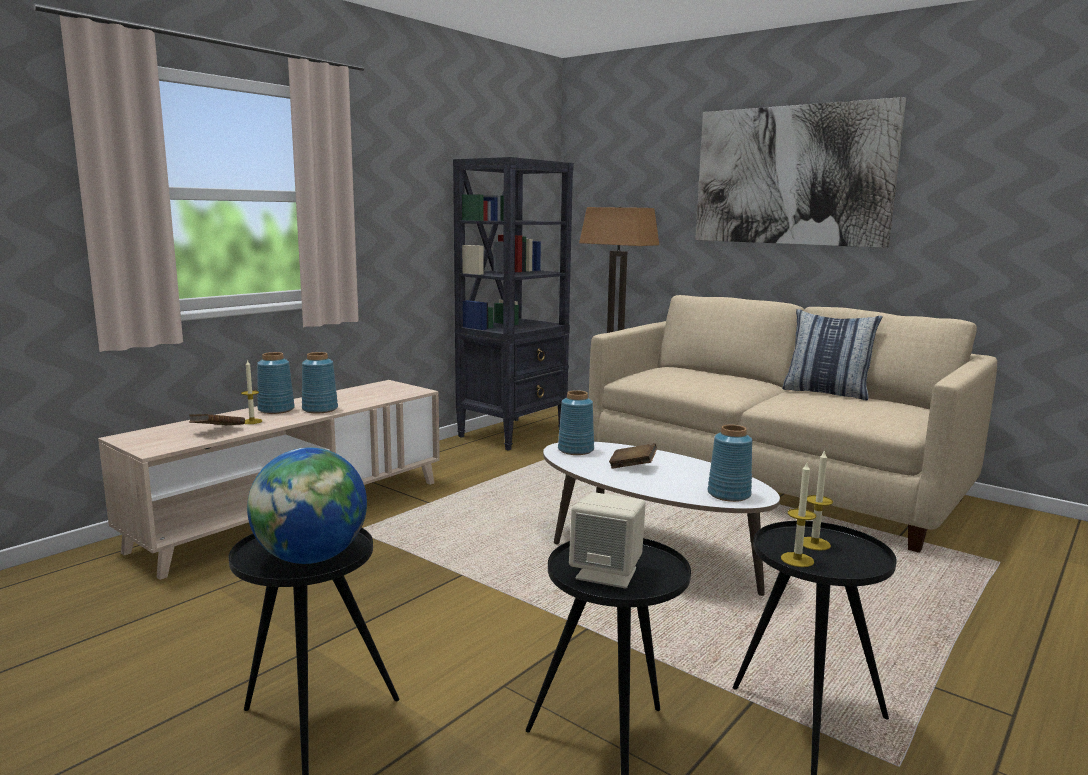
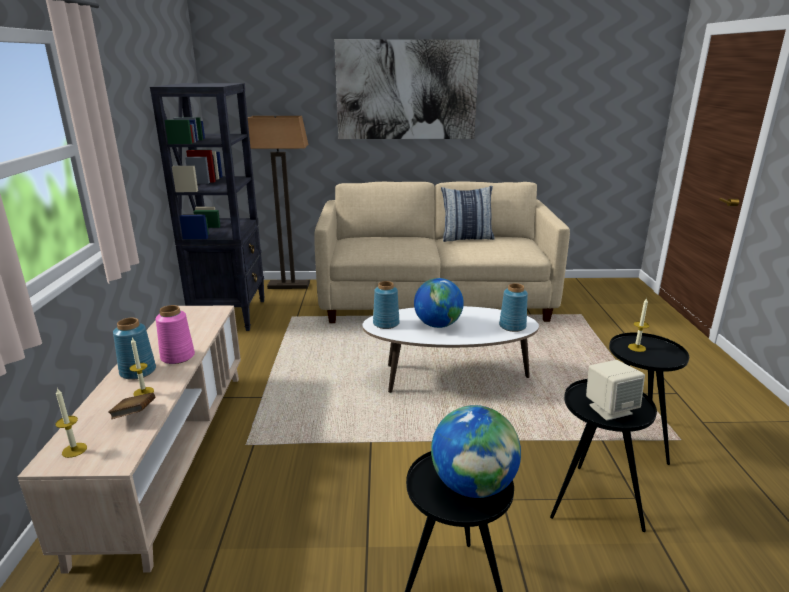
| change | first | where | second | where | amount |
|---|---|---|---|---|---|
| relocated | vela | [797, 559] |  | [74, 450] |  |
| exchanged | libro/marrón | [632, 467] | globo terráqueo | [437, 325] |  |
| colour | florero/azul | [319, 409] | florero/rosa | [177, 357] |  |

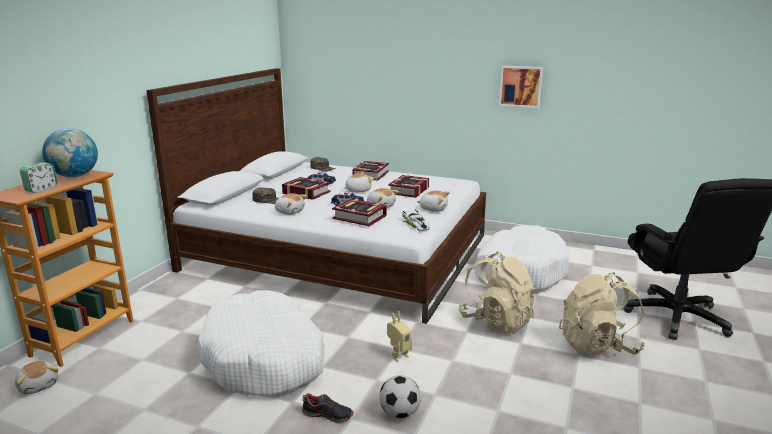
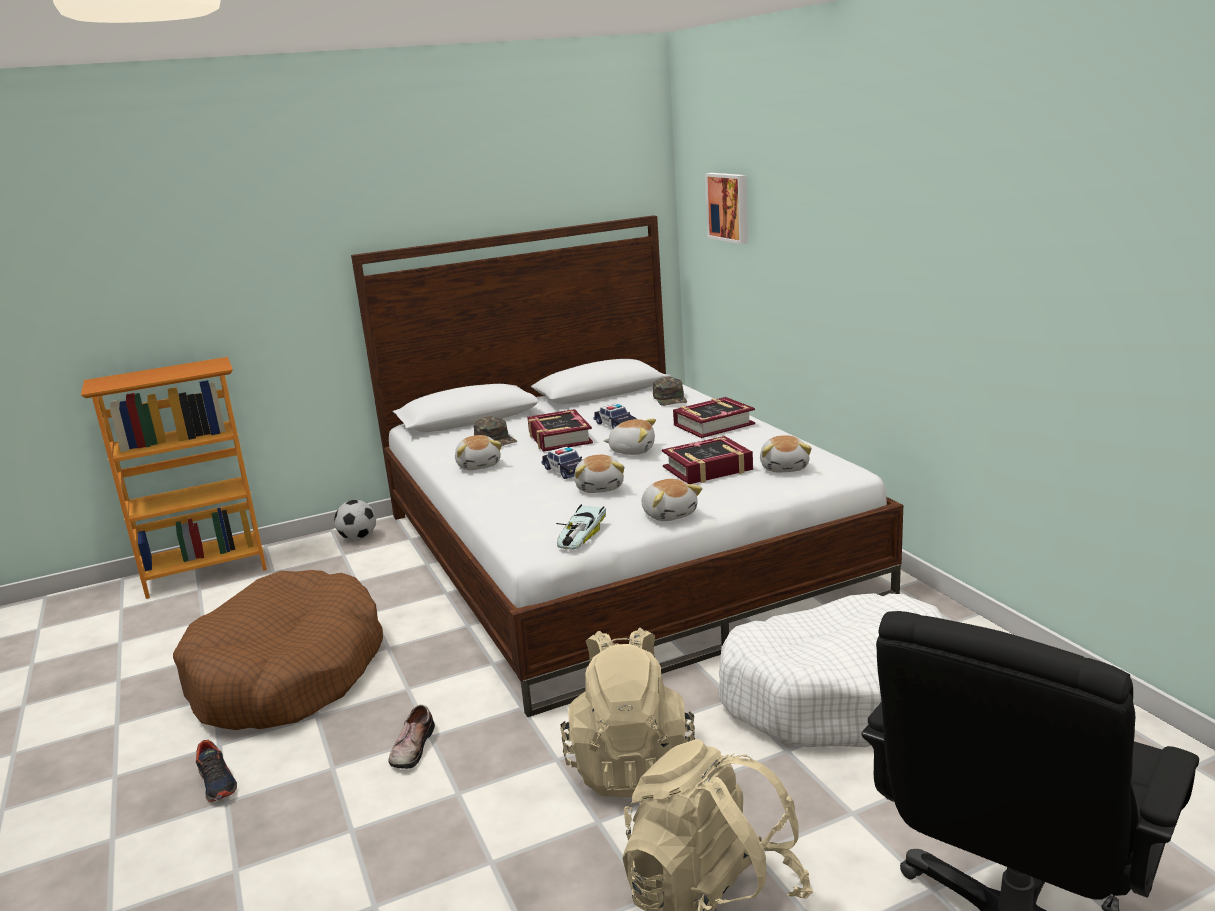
| change | first | where | second | where | amount |
|---|---|---|---|---|---|
| missing | despertador | [41, 189] |  |  |  |
| missing | globo terráqueo | [75, 176] |  |  |  |
| missing | libro | [360, 217] |  |  |  |
| relocated | peluche | [39, 385] |  | [785, 467] |  |
| relocated | balón de fútbol | [399, 413] |  | [358, 538] |  |
| relocated | cuadro | [521, 86] |  | [729, 207] |  |
| exchanged | robot de juguete | [398, 356] | zapato | [411, 748] |  |
| colour | cama para perro/blanco | [265, 358] | cama para perro/marrón | [287, 674] |  |

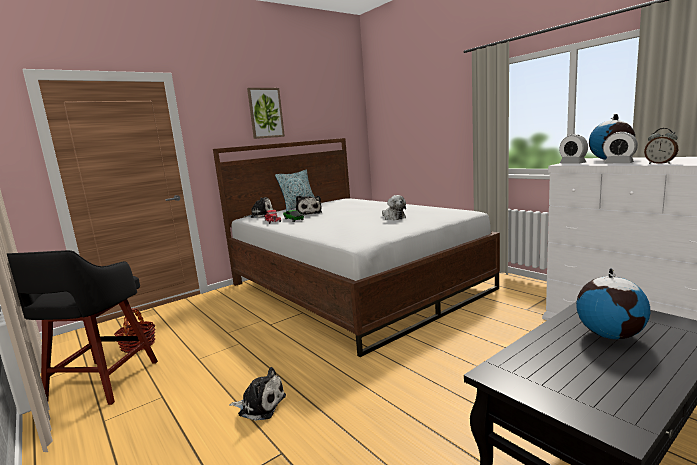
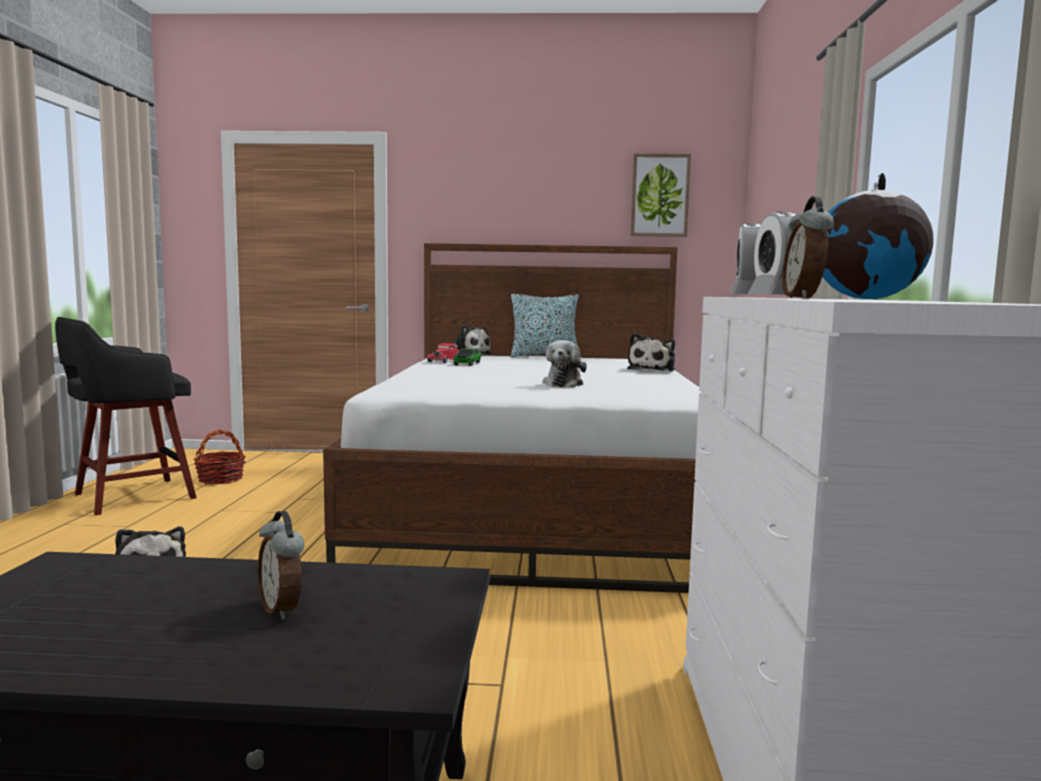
| change | first | where | second | where | amount |
|---|---|---|---|---|---|
| relocated | cuadro | [265, 113] |  | [660, 195] |  |
| relocated | peluche | [308, 213] |  | [653, 370] |  |
| exchanged | globo terráqueo | [610, 335] | despertador | [282, 609] |  |

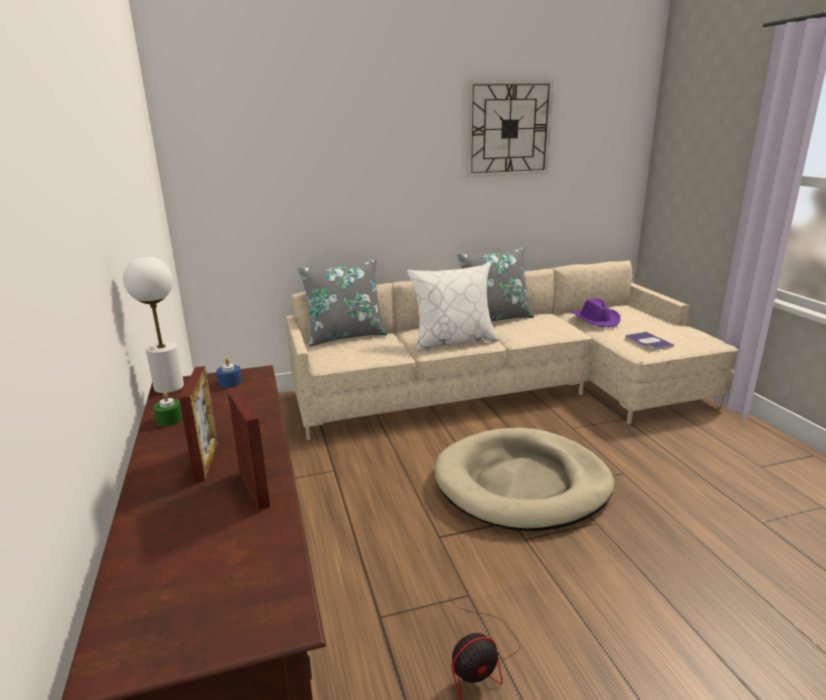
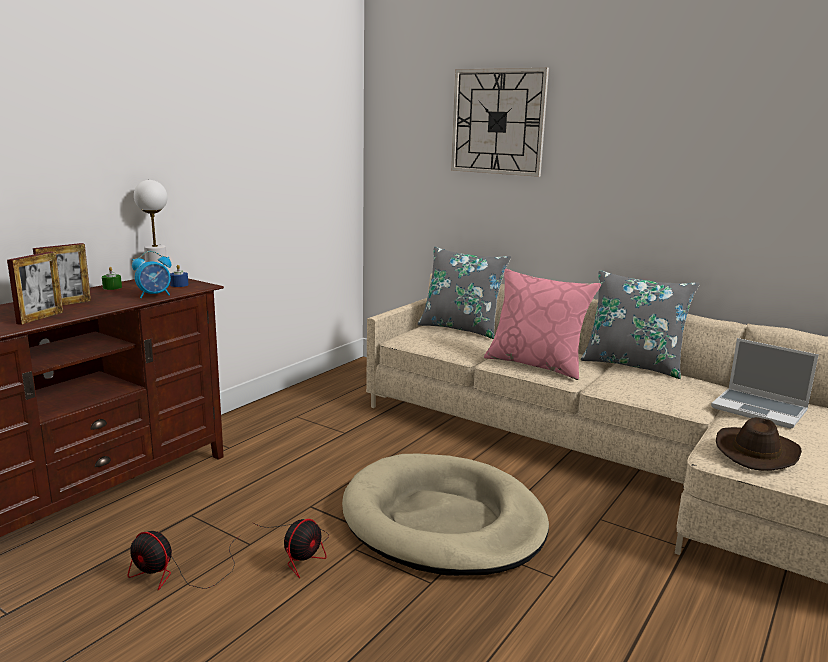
| change | first | where | second | where | amount |
|---|---|---|---|---|---|
| appeared |  |  | despertador | [155, 295] |  |
| appeared |  |  | ventilador | [301, 552] |  |
| relocated | reloj de pared | [509, 129] |  | [498, 122] |  |
| exchanged | sombrero/morado | [596, 319] | portátil | [760, 410] |  |
| exchanged | libro | [647, 342] | sombrero/marrón | [756, 451] |  |
| colour | cojín/blanco | [453, 341] | cojín/rosa | [536, 364] |  |

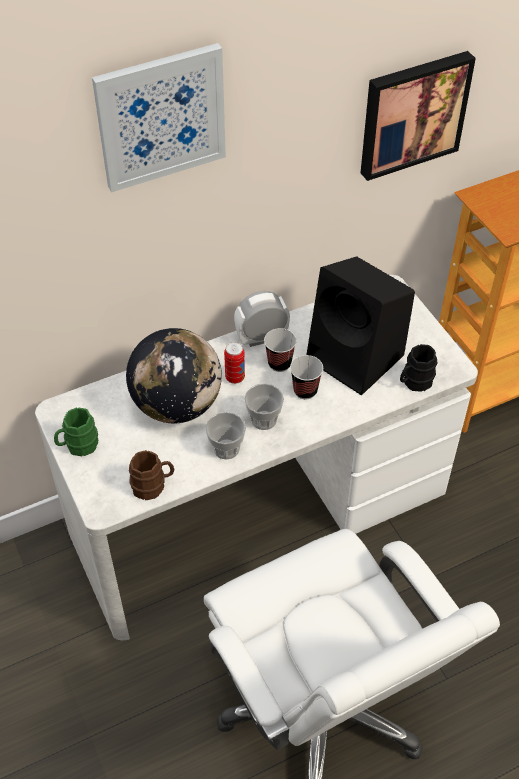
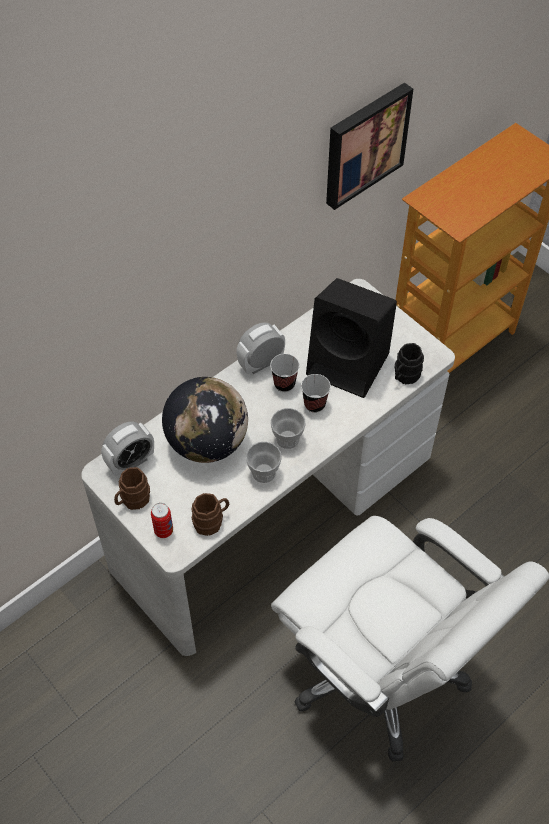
| change | first | where | second | where | amount |
|---|---|---|---|---|---|
| missing | cuadro | [161, 117] |  |  |  |
| appeared |  |  | despertador | [131, 462] |  |
| relocated | lata | [235, 377] |  | [163, 531] |  |
| colour | taza grande/verde | [78, 445] | taza grande/marrón | [132, 500] |  |

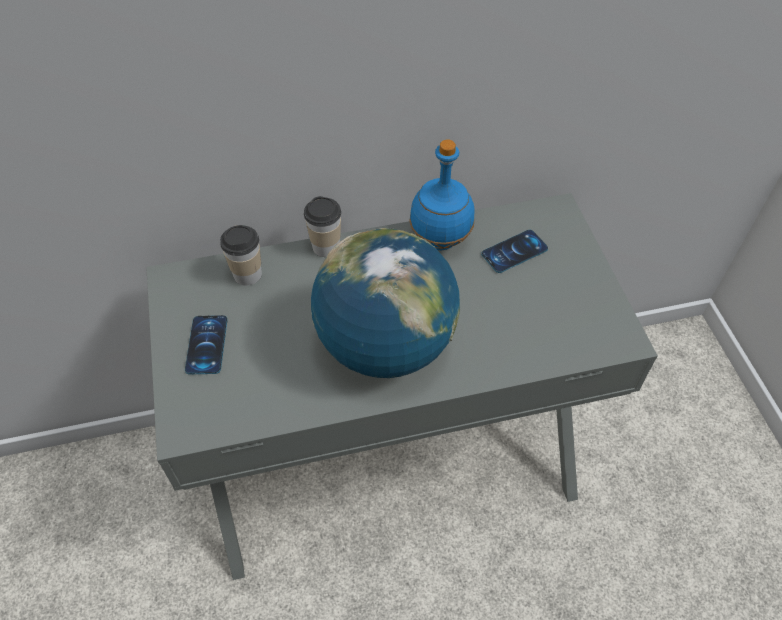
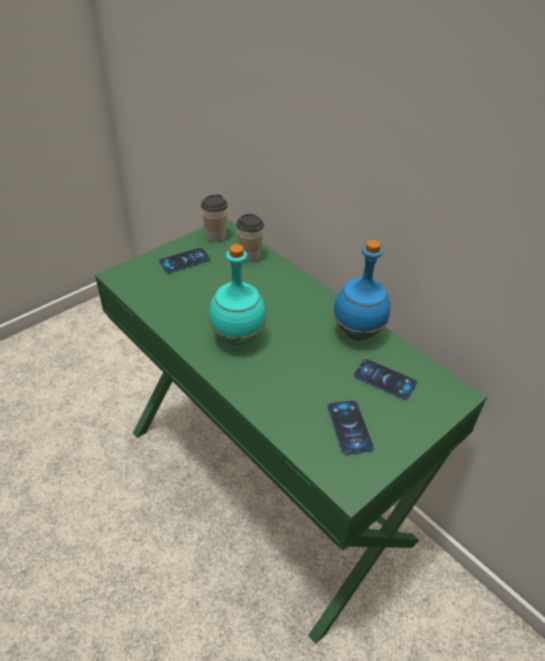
| change | first | where | second | where | amount |
|---|---|---|---|---|---|
| appeared |  |  | móvil | [349, 427] |  |
| relocated | taza | [326, 247] |  | [215, 236] |  |
| exchanged | globo terráqueo | [385, 345] | botella/turquesa | [238, 338] |  |
| colour | escritorio/gris | [390, 457] | escritorio/verde | [268, 482] |  |

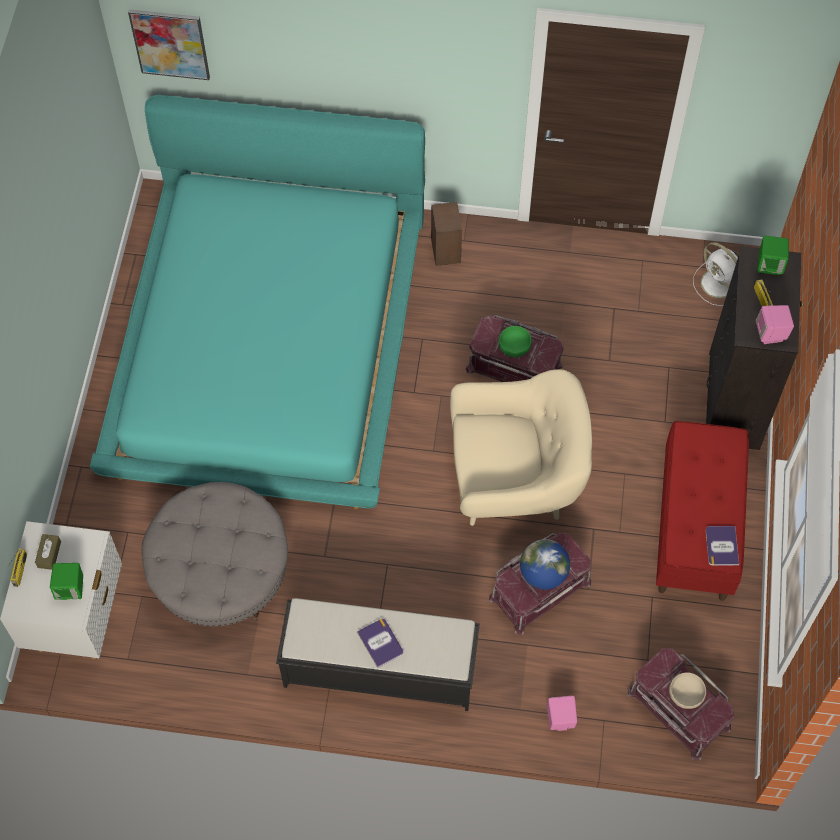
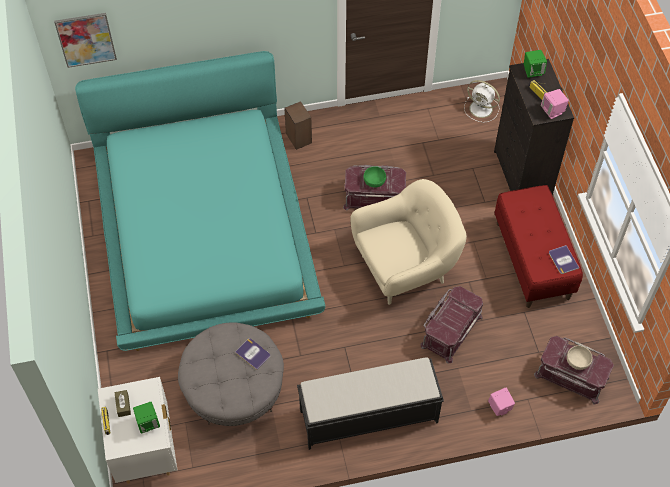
| change | first | where | second | where | amount |
|---|---|---|---|---|---|
| missing | globo terráqueo | [543, 574] |  |  |  |
| relocated | libro | [380, 643] |  | [253, 354] |  |

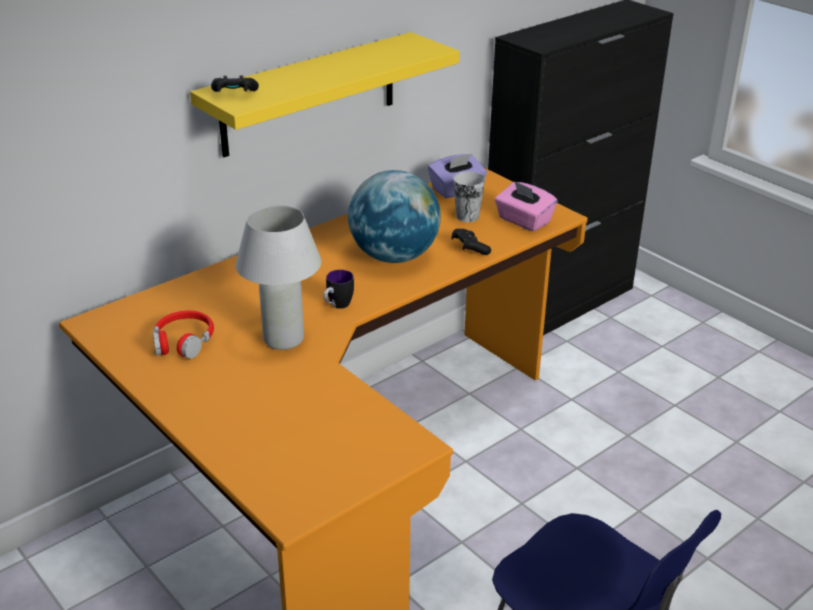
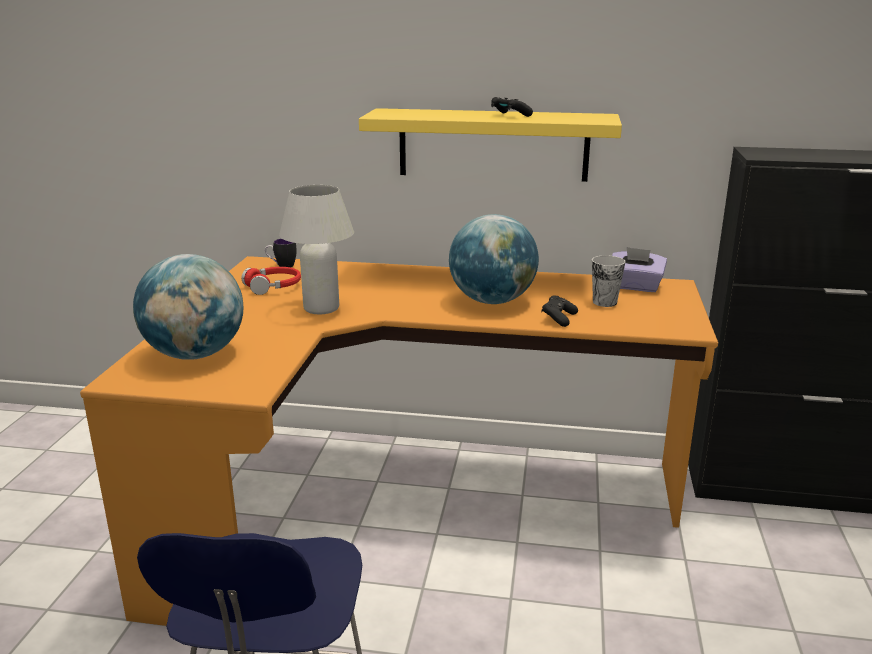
| change | first | where | second | where | amount |
|---|---|---|---|---|---|
| missing | caja de pañuelos/rosa | [523, 221] |  |  |  |
| appeared |  |  | globo terráqueo | [195, 354] |  |
| relocated | mando de consola/negro | [234, 95] |  | [509, 115] |  |
| relocated | taza grande | [337, 306] |  | [282, 266] |  |

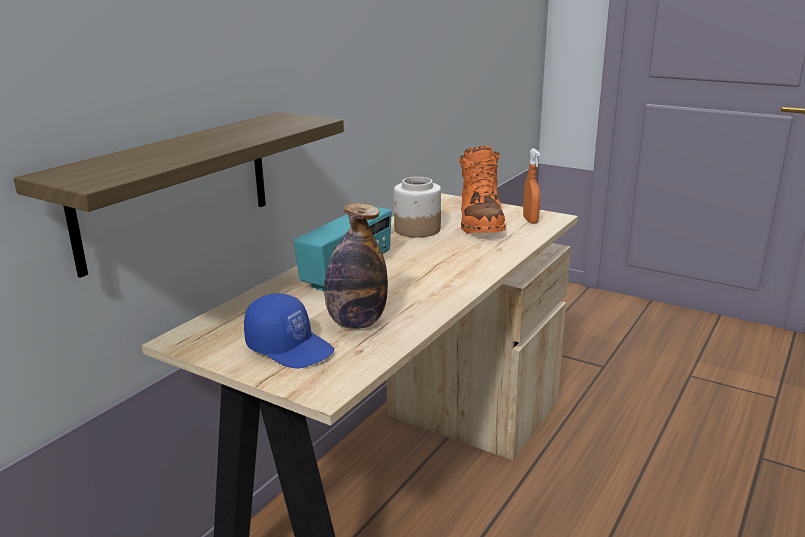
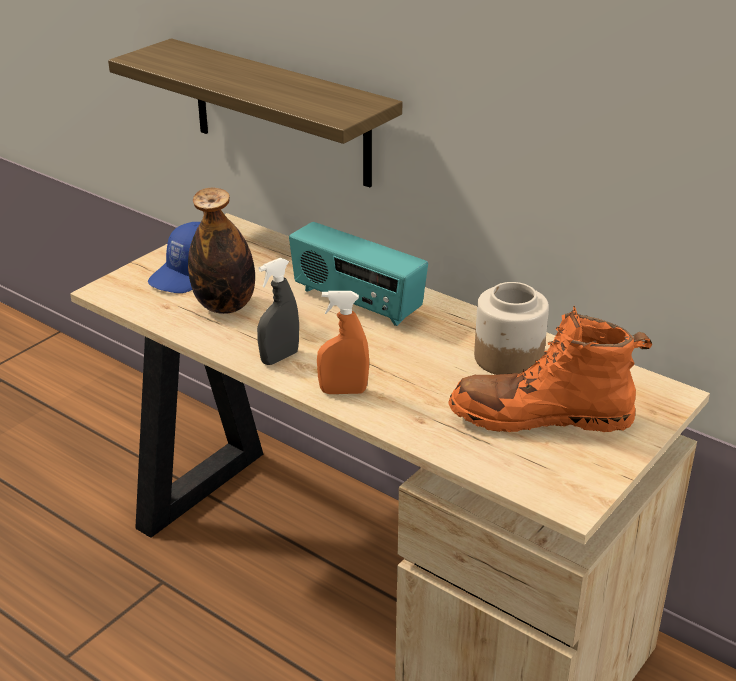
| change | first | where | second | where | amount |
|---|---|---|---|---|---|
| appeared |  |  | pulverizador/gris | [279, 358] |  |
| relocated | pulverizador/naranja | [530, 220] |  | [343, 391] |  |

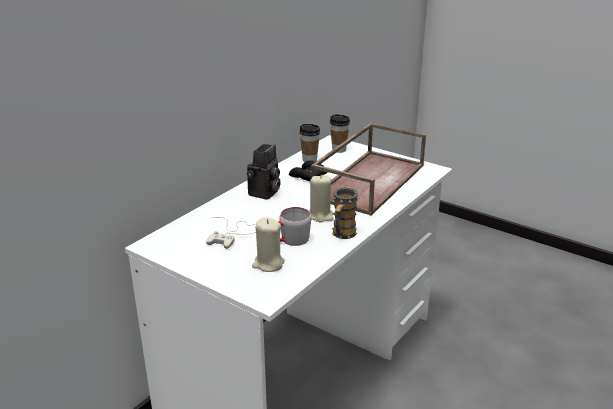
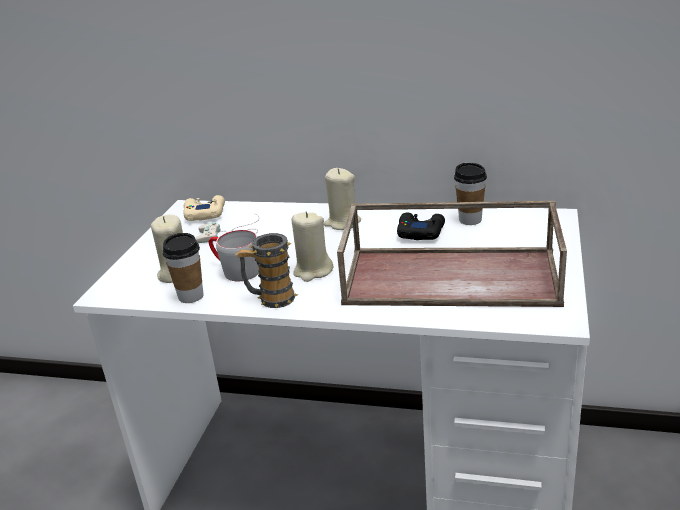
| change | first | where | second | where | amount |
|---|---|---|---|---|---|
| appeared |  |  | mando de consola/beis | [204, 214] |  |
| relocated | taza | [339, 150] |  | [191, 296] |  |
| exchanged | cámara | [264, 194] | vela/beis | [342, 223] |  |

